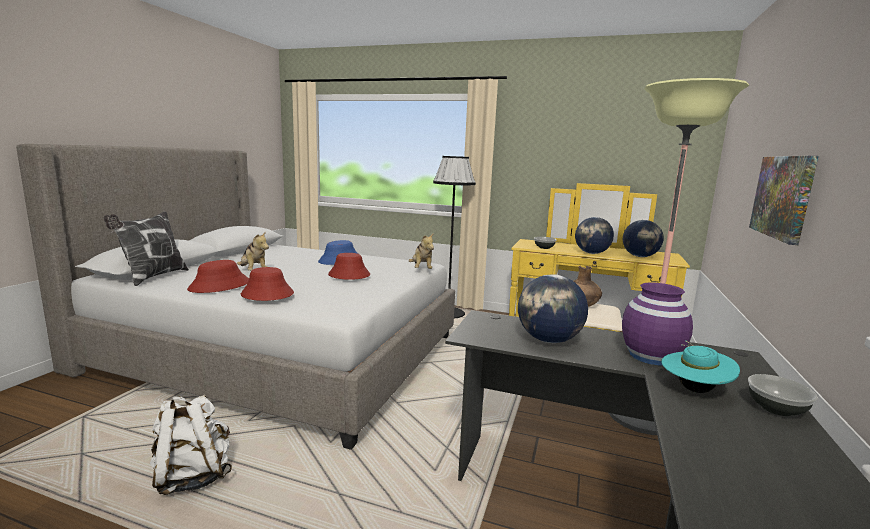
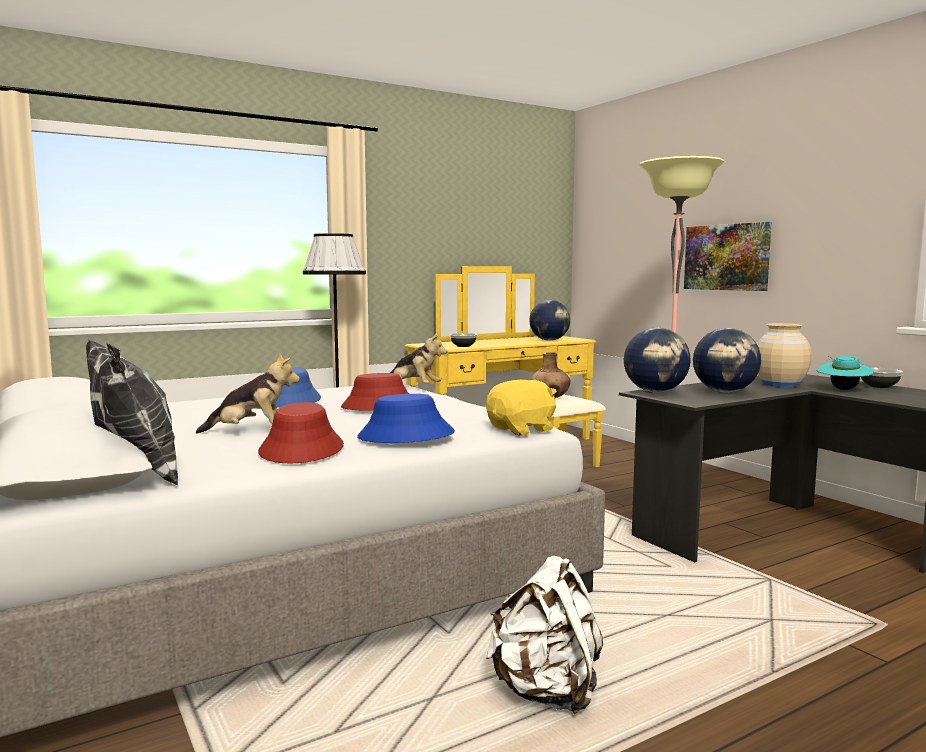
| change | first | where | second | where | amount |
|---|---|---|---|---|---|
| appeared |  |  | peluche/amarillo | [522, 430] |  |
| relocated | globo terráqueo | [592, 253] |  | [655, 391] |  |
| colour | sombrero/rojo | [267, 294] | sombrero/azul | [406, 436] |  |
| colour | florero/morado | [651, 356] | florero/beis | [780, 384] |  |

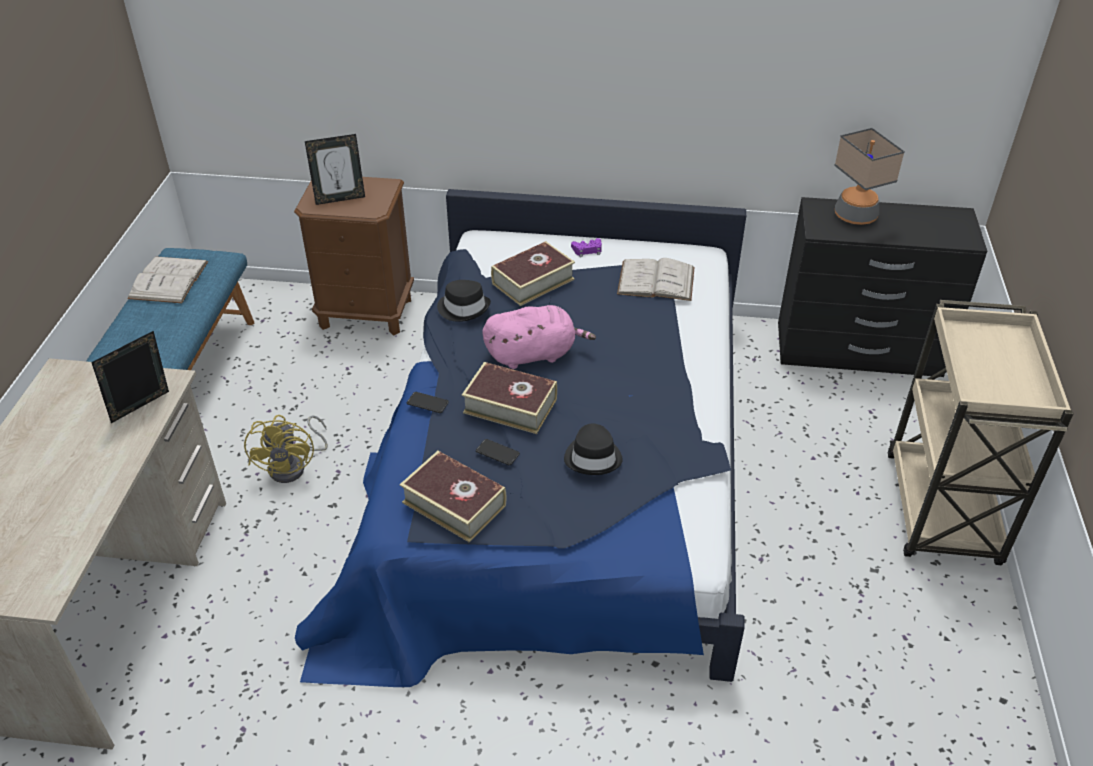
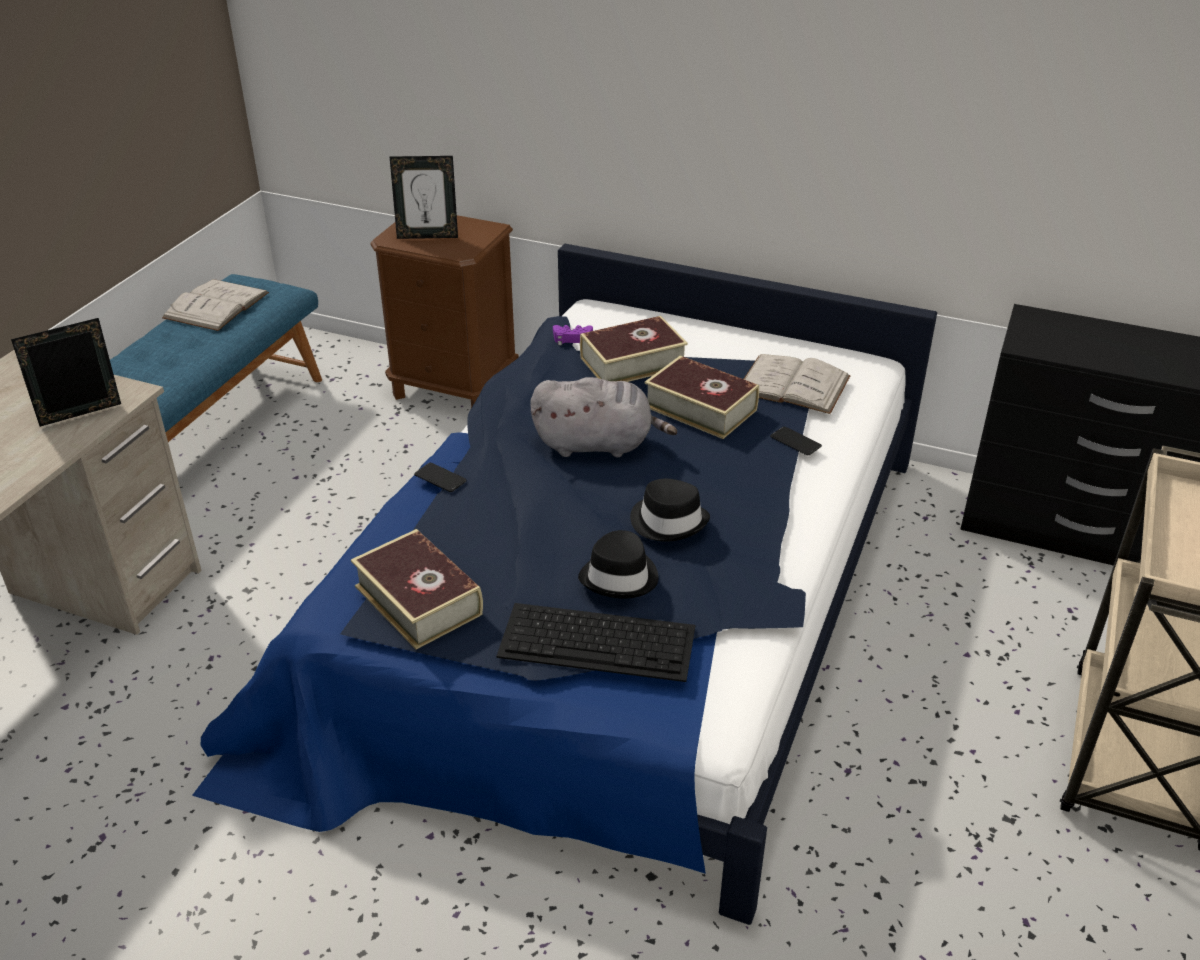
| change | first | where | second | where | amount |
|---|---|---|---|---|---|
| missing | ventilador/amarillo | [294, 466] |  |  |  |
| missing | lámpara de mesa | [855, 216] |  |  |  |
| appeared |  |  | teclado | [599, 641] |  |
| relocated | sombrero/negro | [464, 308] |  | [669, 521] |  |
| relocated | libro | [510, 406] |  | [700, 408] |  |
| relocated | móvil | [497, 452] |  | [795, 442] |  |
| relocated | mando de consola/morado | [587, 250] |  | [572, 339] |  |
| colour | peluche/rosa | [534, 354] | peluche/gris | [598, 444] |  |

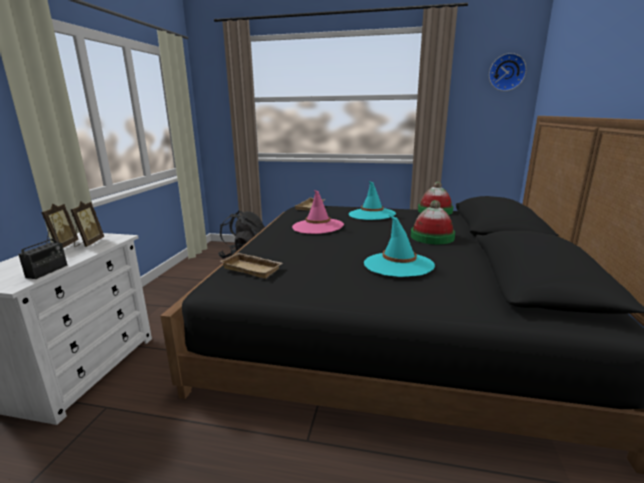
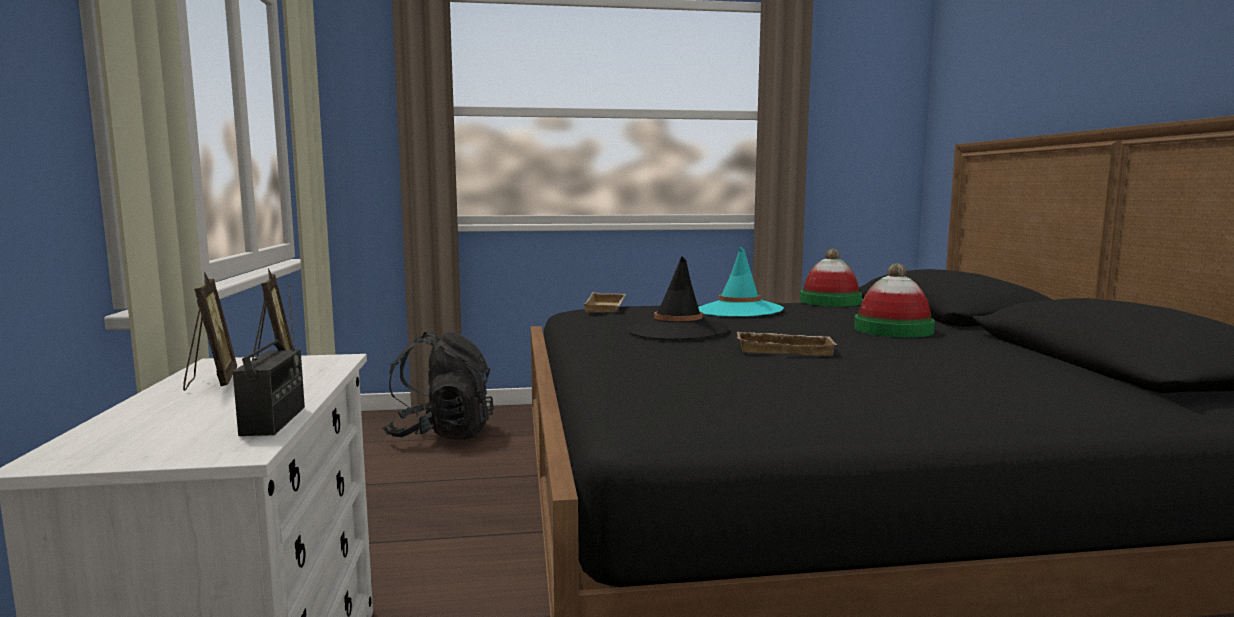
| change | first | where | second | where | amount |
|---|---|---|---|---|---|
| missing | sombrero/turquesa | [398, 265] |  |  |  |
| missing | reloj de pared | [506, 72] |  |  |  |
| relocated | bandeja/beis | [253, 268] |  | [785, 349] |  |
| colour | sombrero/rosa | [317, 226] | sombrero/negro | [678, 330] |  |

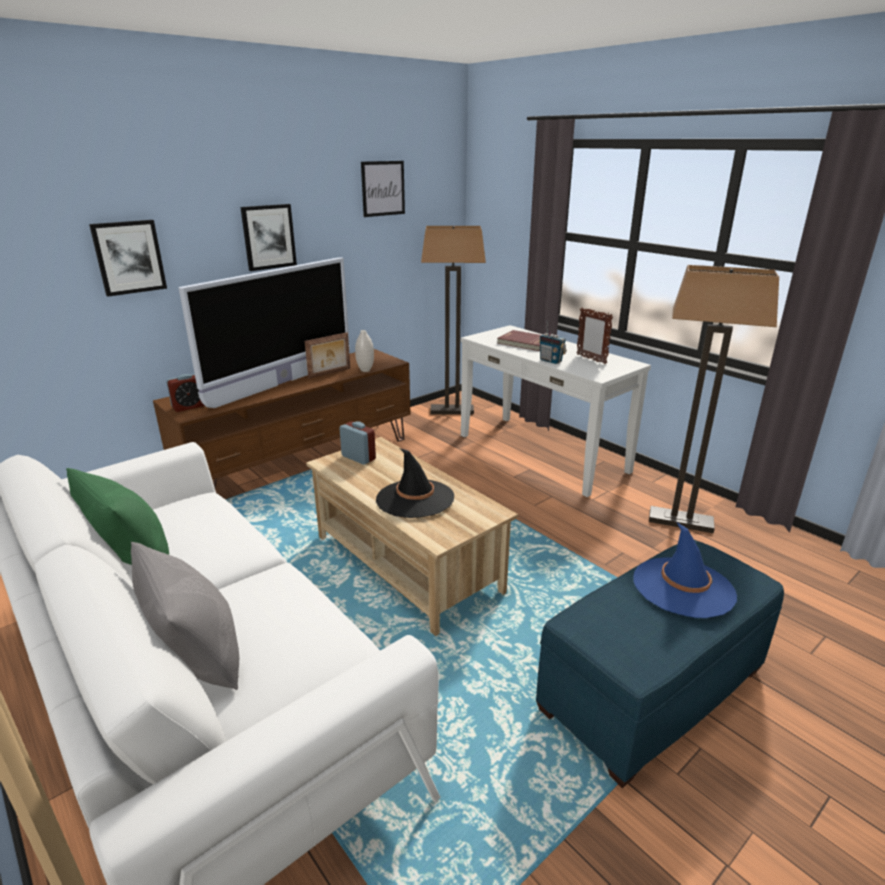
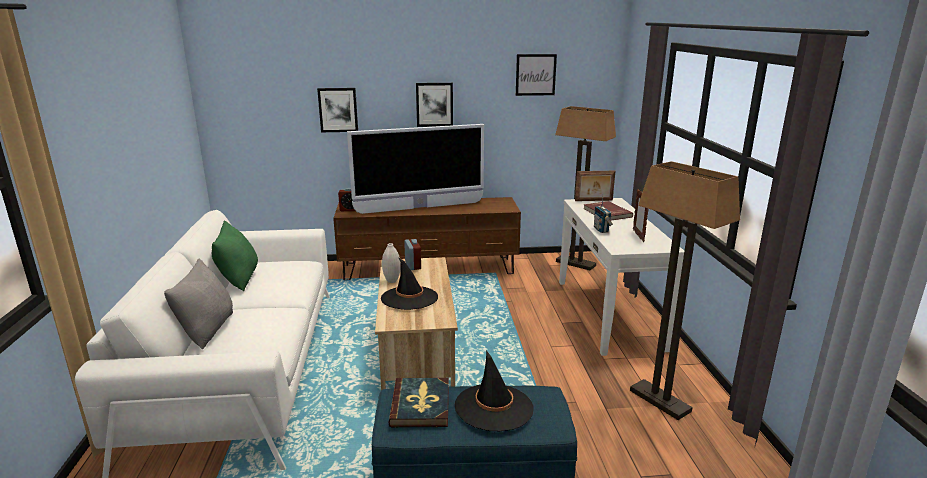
| change | first | where | second | where | amount |
|---|---|---|---|---|---|
| appeared |  |  | libro | [421, 405] |  |
| relocated | portarretratos | [330, 373] |  | [593, 200] |  |
| relocated | florero/blanco | [365, 370] |  | [392, 281] |  |
| colour | sombrero/azul | [683, 587] | sombrero/negro | [494, 407] |  |

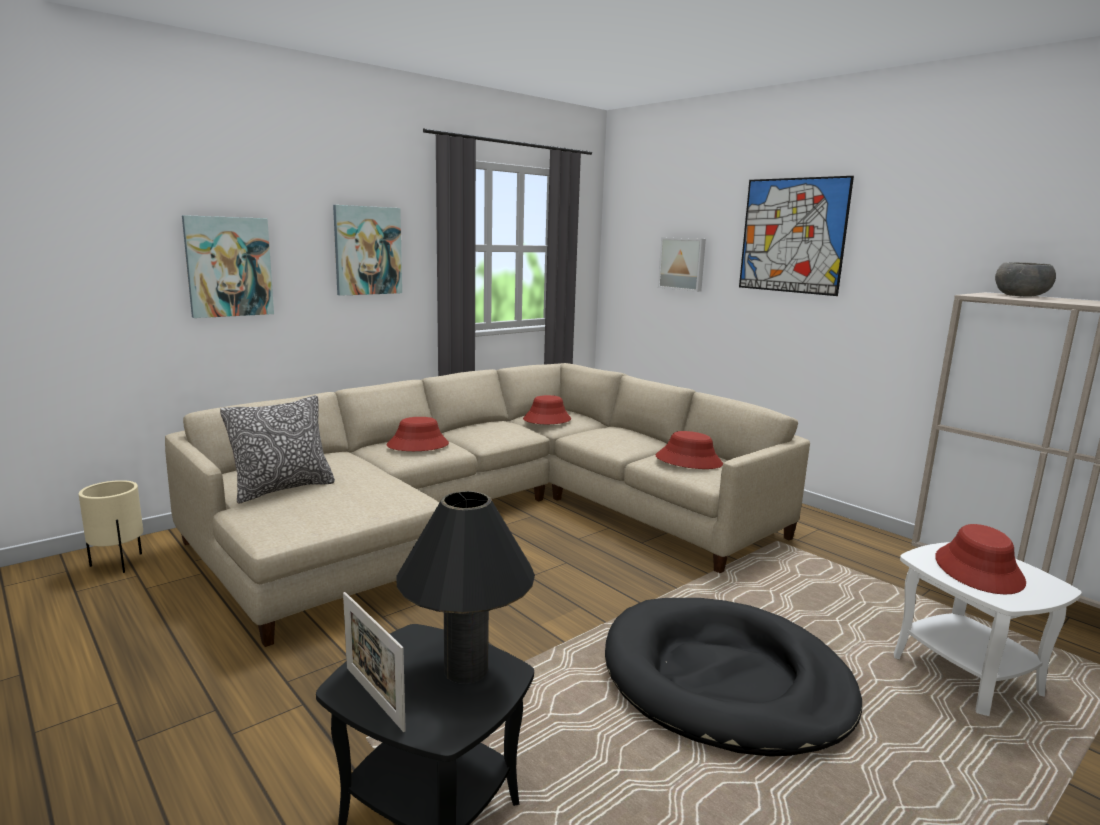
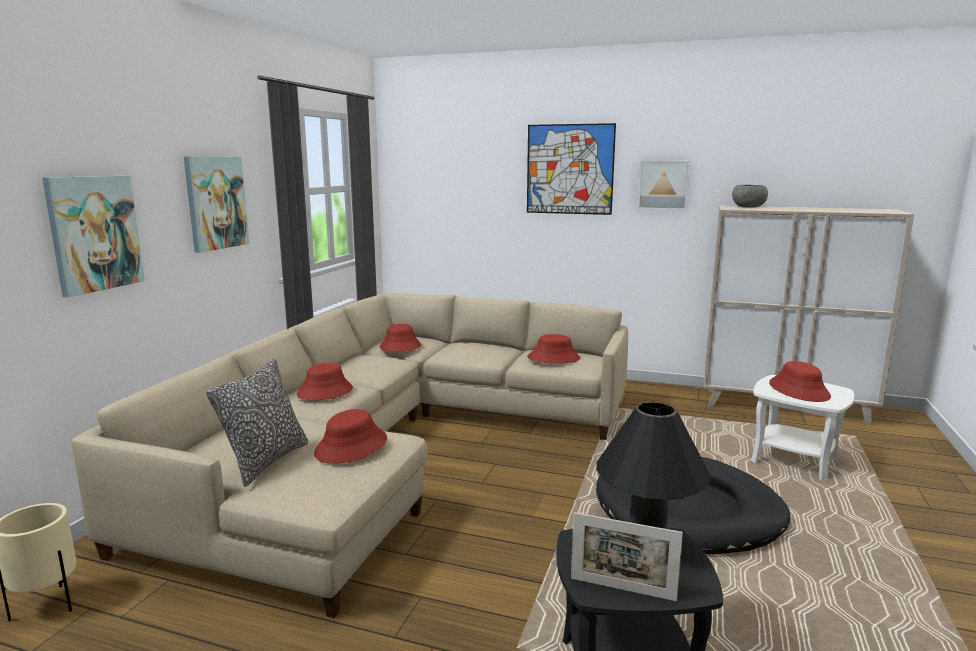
| change | first | where | second | where | amount |
|---|---|---|---|---|---|
| appeared |  |  | sombrero/rojo | [351, 446] |  |
| relocated | cuadro | [683, 264] |  | [663, 185] |  |

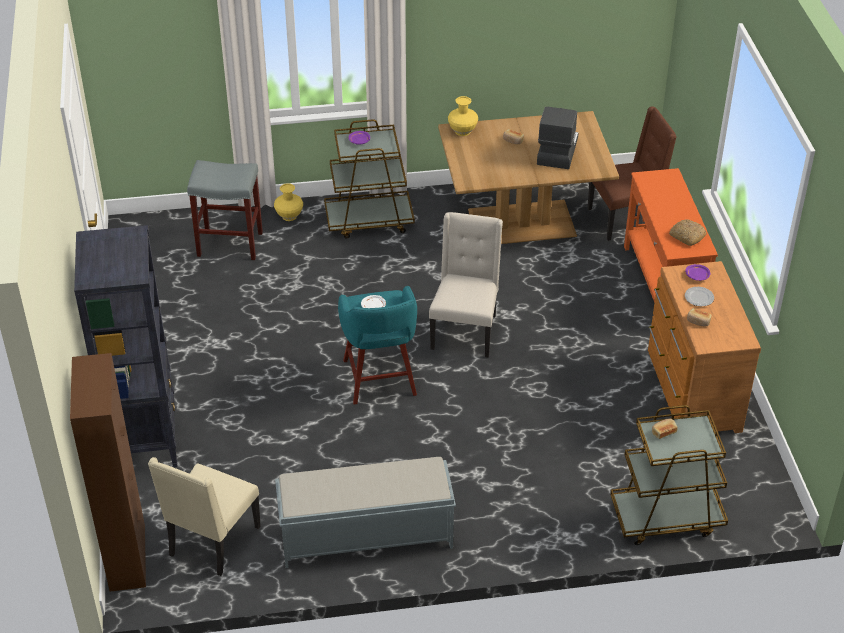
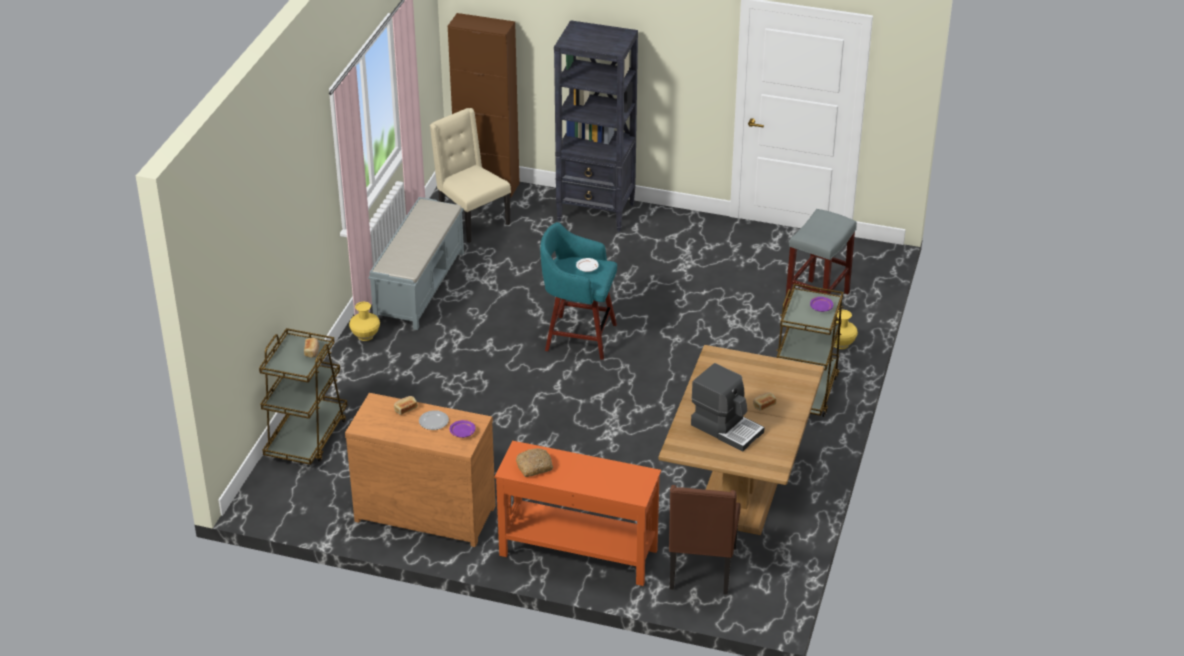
| change | first | where | second | where | amount |
|---|---|---|---|---|---|
| missing | silla/beis | [465, 331] |  |  |  |
| relocated | florero/amarillo | [462, 131] |  | [366, 336] |  |

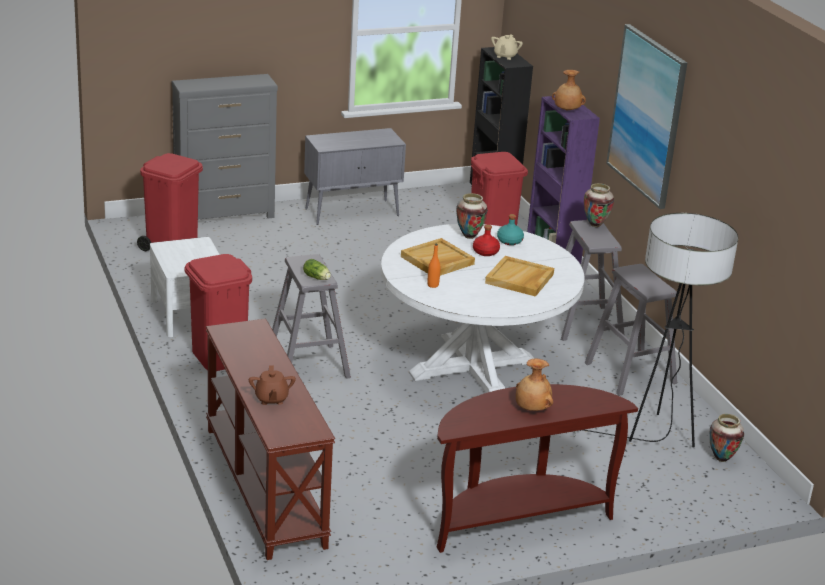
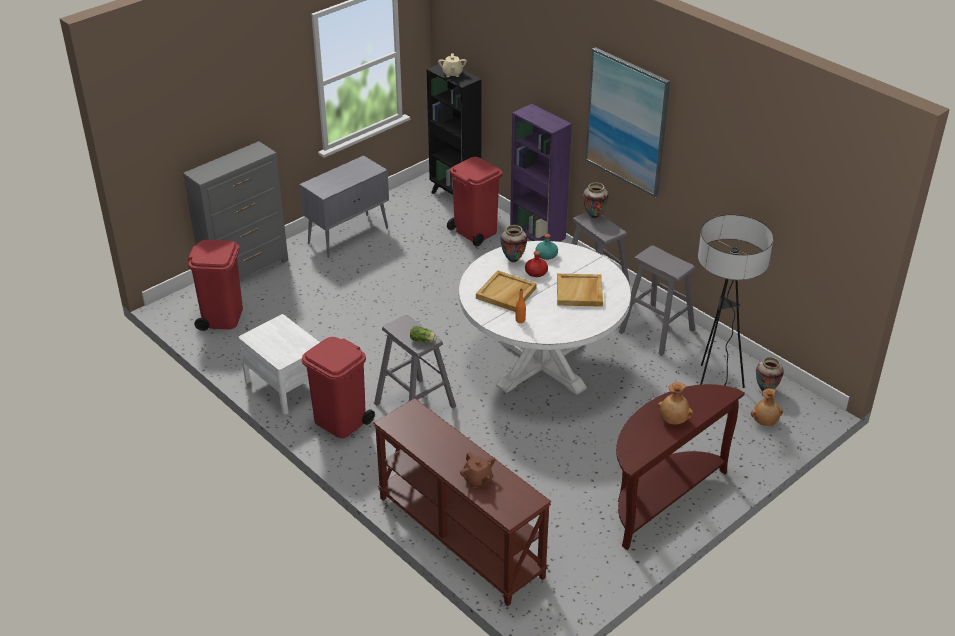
| change | first | where | second | where | amount |
|---|---|---|---|---|---|
| relocated | florero/marrón | [567, 110] |  | [765, 422] |  |

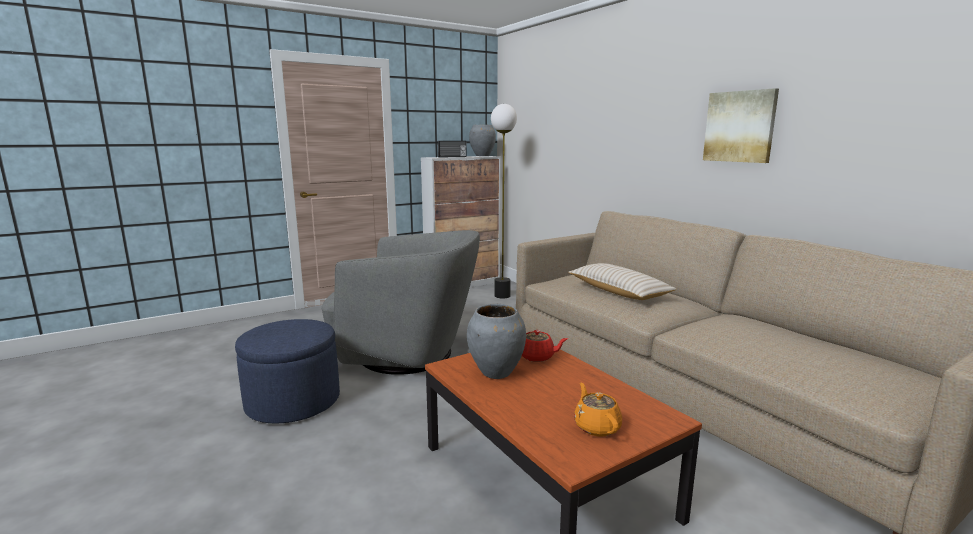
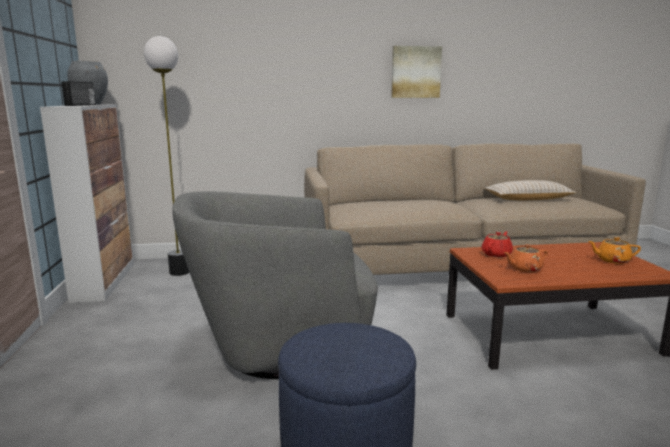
| change | first | where | second | where | amount |
|---|---|---|---|---|---|
| relocated | cojín/beis | [618, 291] |  | [528, 199] |  |
| exchanged | florero/gris | [497, 373] | tetera/naranja | [524, 269] |  |
| spun | sillón/gris | [407, 354] |  | [279, 348] | 135 degrees counterclockwise |

